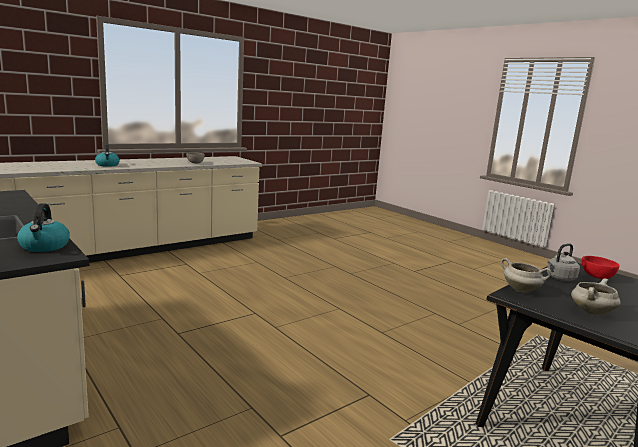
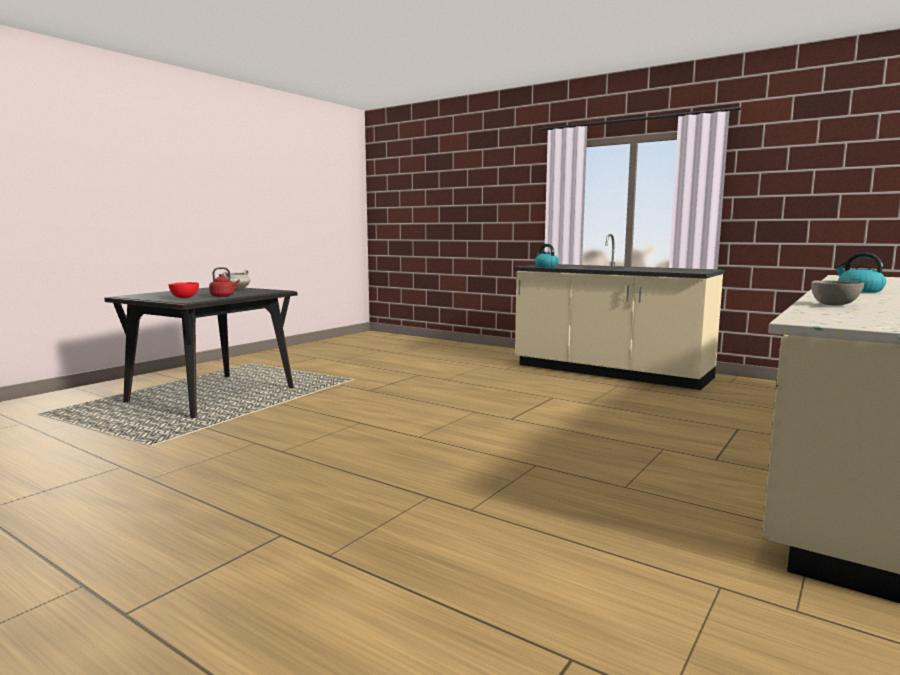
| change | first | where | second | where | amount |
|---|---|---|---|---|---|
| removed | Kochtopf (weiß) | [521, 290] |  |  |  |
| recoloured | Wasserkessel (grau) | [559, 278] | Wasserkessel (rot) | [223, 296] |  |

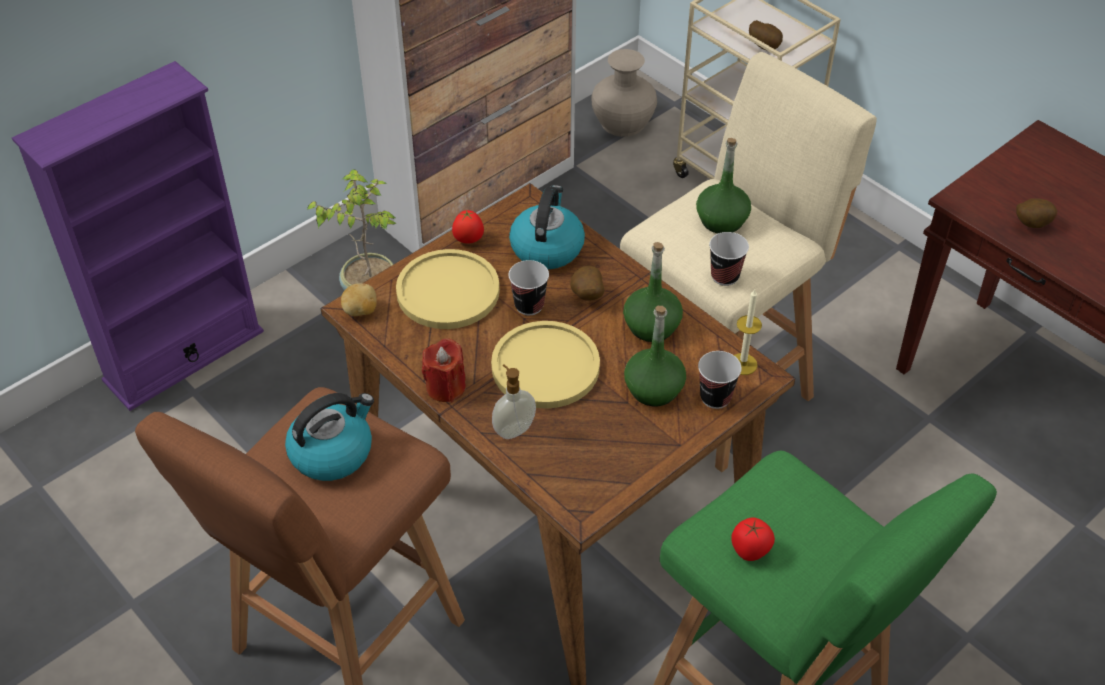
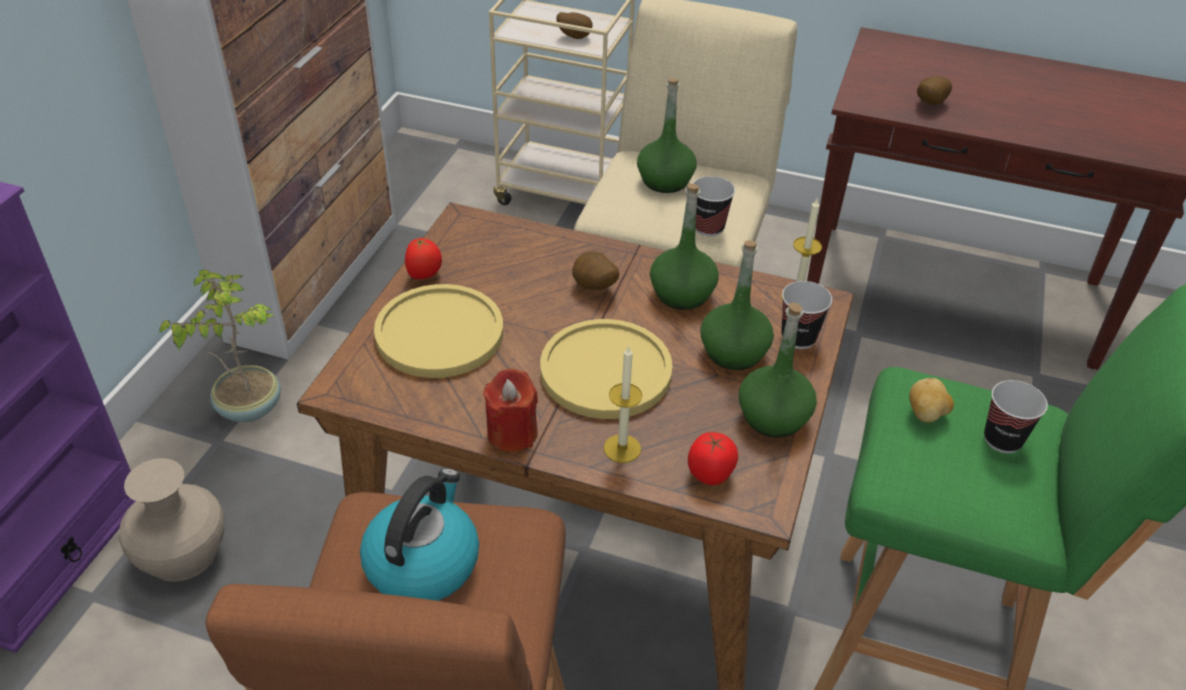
| change | first | where | second | where | amount |
|---|---|---|---|---|---|
| moved | Kartoffel | [360, 311] |  | [926, 414] |  |
| replaced | Seifenspender | [513, 429] | Kerze | [622, 448] |  |
| removed | Wasserkessel | [547, 247] |  |  |  |
| moved | Tasse | [529, 305] |  | [1002, 439] |  |
| moved | Vase (beige) | [623, 122] |  | [182, 554] |  |
| moved | Tomate | [750, 551] |  | [710, 474] |  |
| added |  |  | Flasche (grün) | [773, 417] |  |

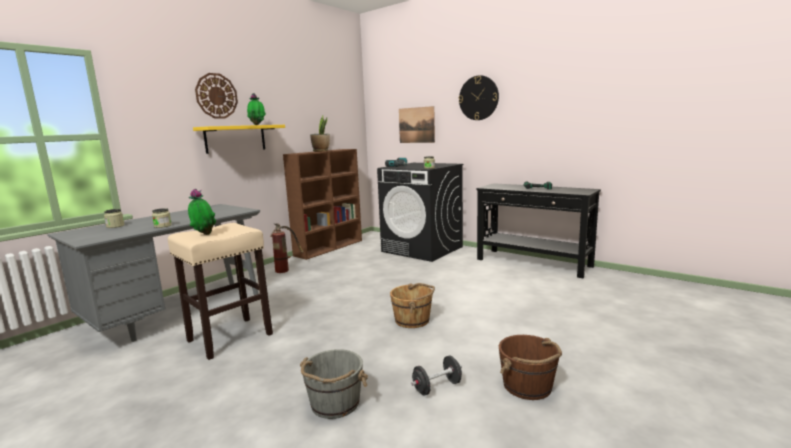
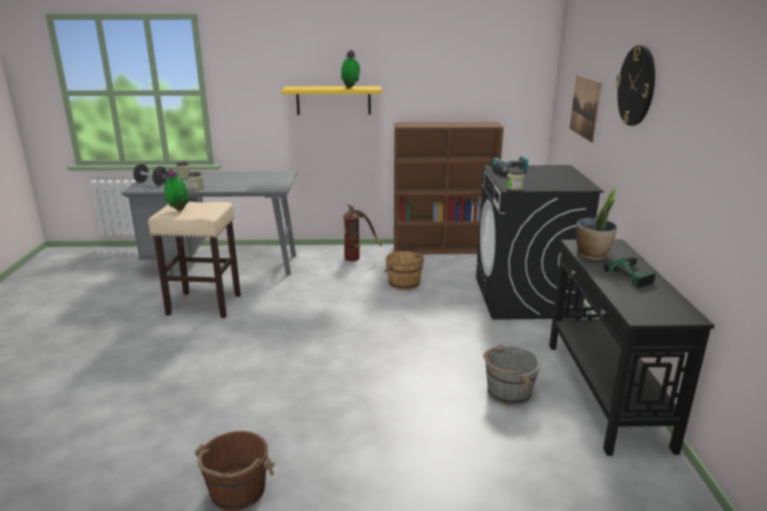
| change | first | where | second | where | amount |
|---|---|---|---|---|---|
| removed | Wanduhr | [216, 96] |  |  |  |
| moved | Eimer (grau) | [334, 403] |  | [508, 392] |  |
| moved | Topfpflanze | [321, 151] |  | [592, 255] |  |
| moved | Eimer (braun) | [413, 320] |  | [404, 283] |  |
| moved | Hantel (schwarz) | [437, 387] |  | [151, 183] |  |

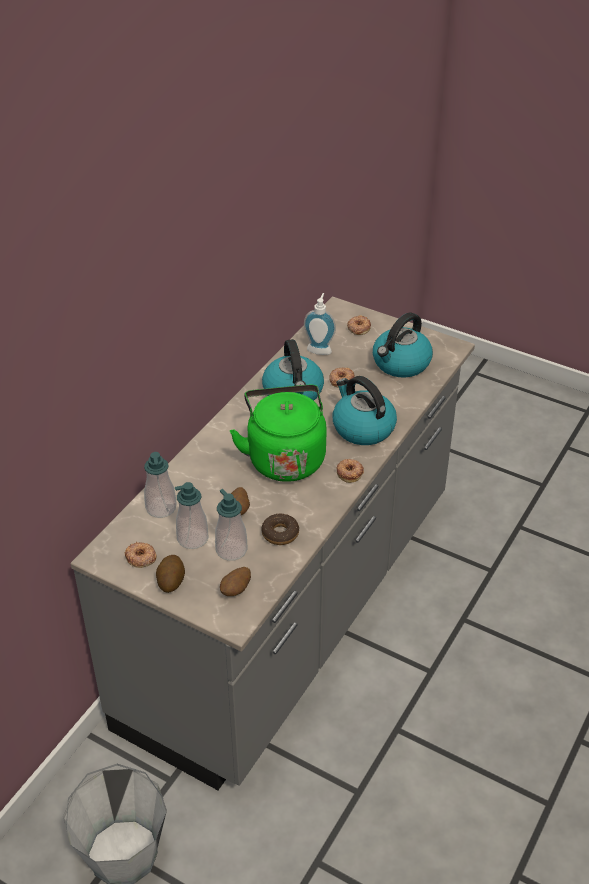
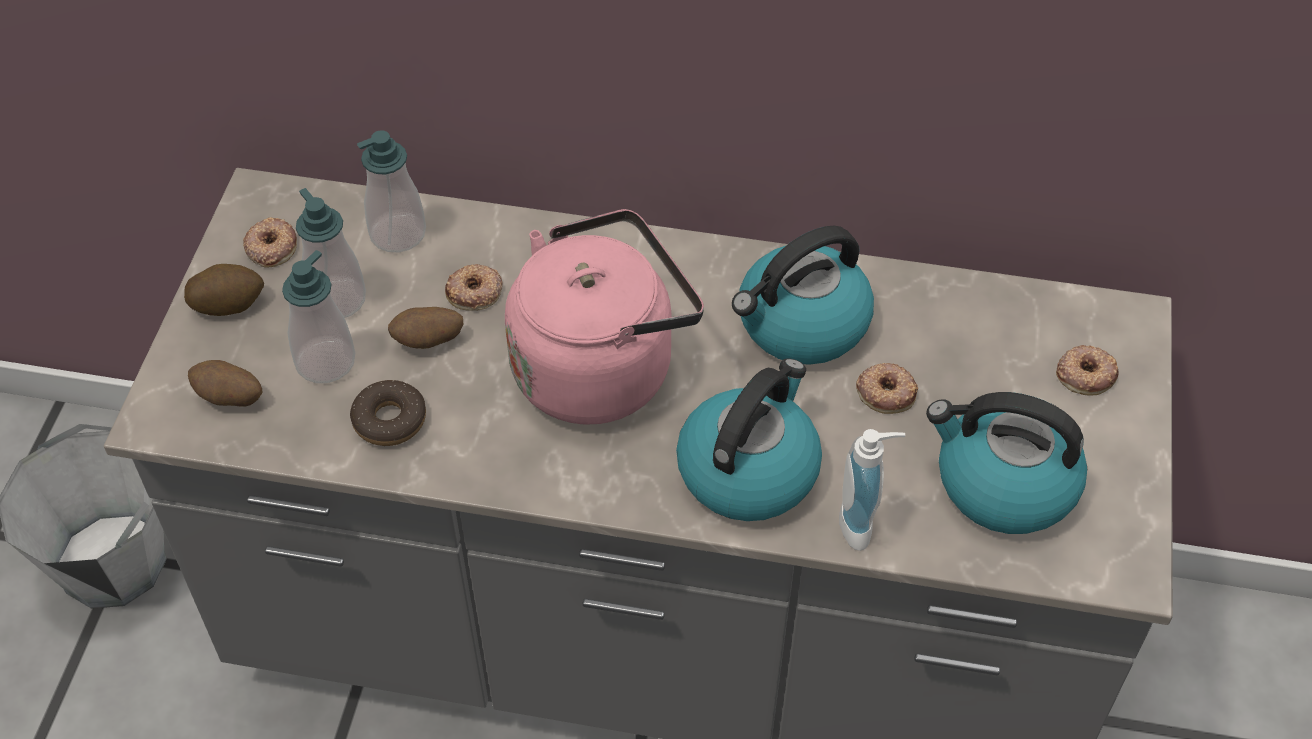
| change | first | where | second | where | amount |
|---|---|---|---|---|---|
| recoloured | Wasserkessel (grün) | [284, 457] | Wasserkessel (rosa) | [601, 366] |  |
| moved | Seifenspender | [320, 349] |  | [862, 523] |  |
| moved | Donut | [350, 472] |  | [475, 292] |  |

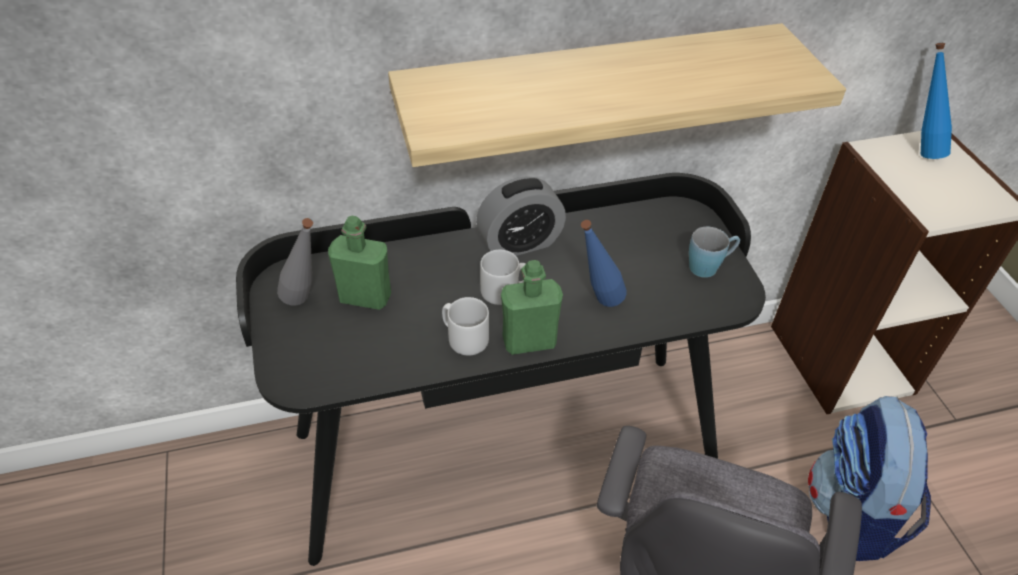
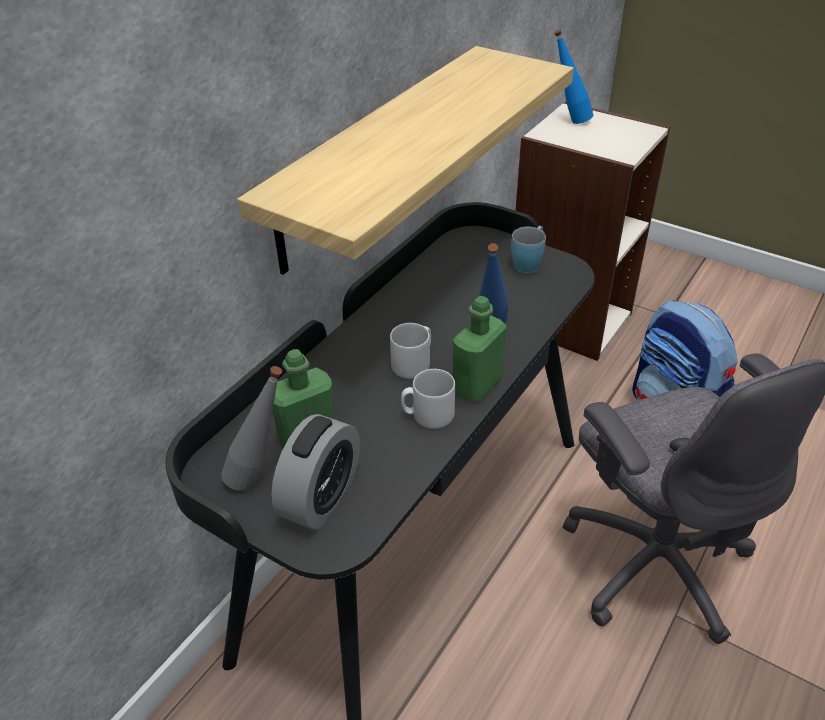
| change | first | where | second | where | amount |
|---|---|---|---|---|---|
| moved | Wecker | [520, 243] |  | [321, 498] |  |

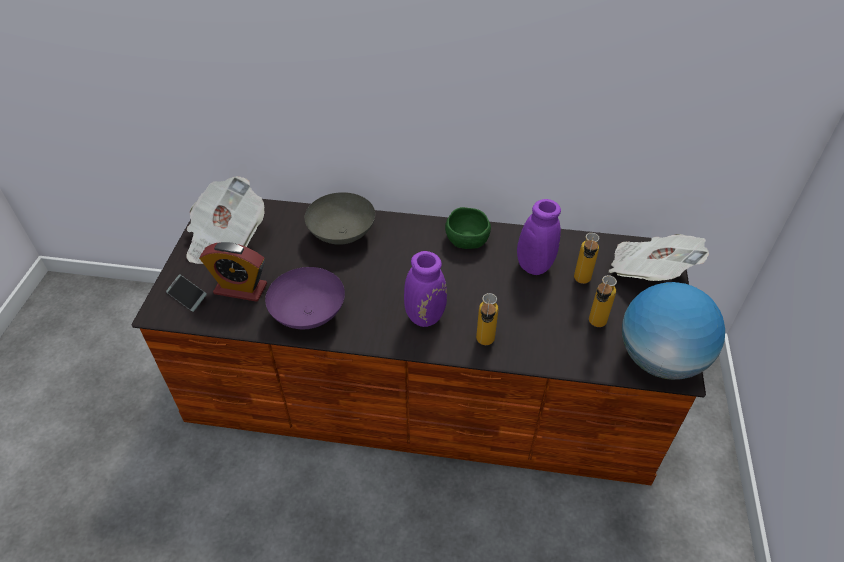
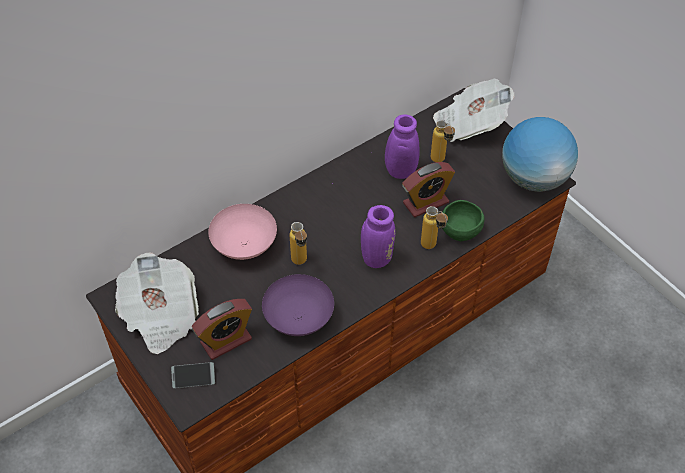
| change | first | where | second | where | amount |
|---|---|---|---|---|---|
| recoloured | Schüssel (grau) | [343, 234] | Schüssel (rosa) | [245, 244] |  |
| moved | Schüssel (grün) | [467, 239] |  | [462, 229] |  |
| moved | Flasche | [595, 326] |  | [300, 264] |  |
| added |  |  | Wecker | [426, 203] |  |

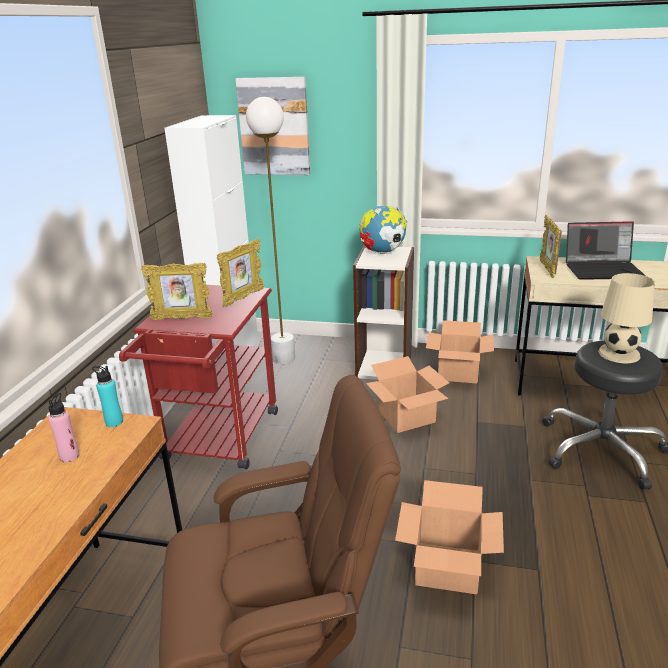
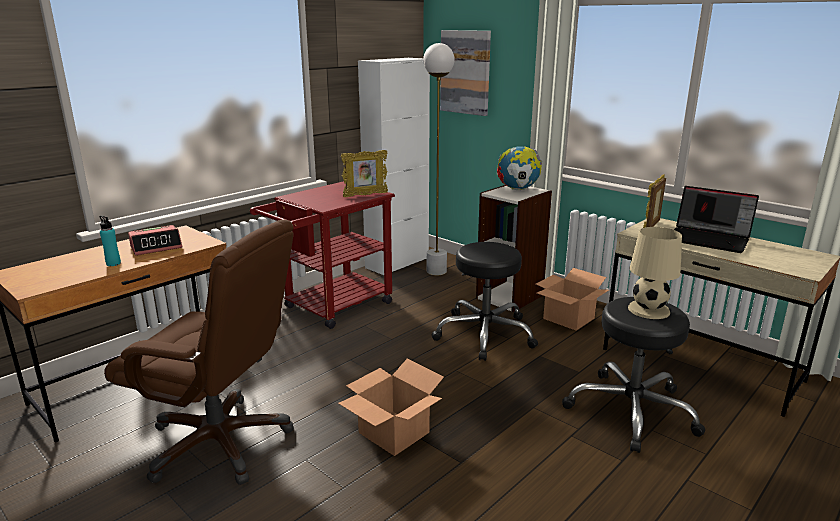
| change | first | where | second | where | amount |
|---|---|---|---|---|---|
| replaced | Flasche (rosa) | [69, 456] | Wecker | [156, 247] |  |
| moved | Flasche (türkis) | [114, 422] |  | [113, 263] |  |
| removed | Bilderrahmen | [182, 318] |  |  |  |
| replaced | Karton | [407, 416] | Hocker (schwarz) | [485, 334] |  |

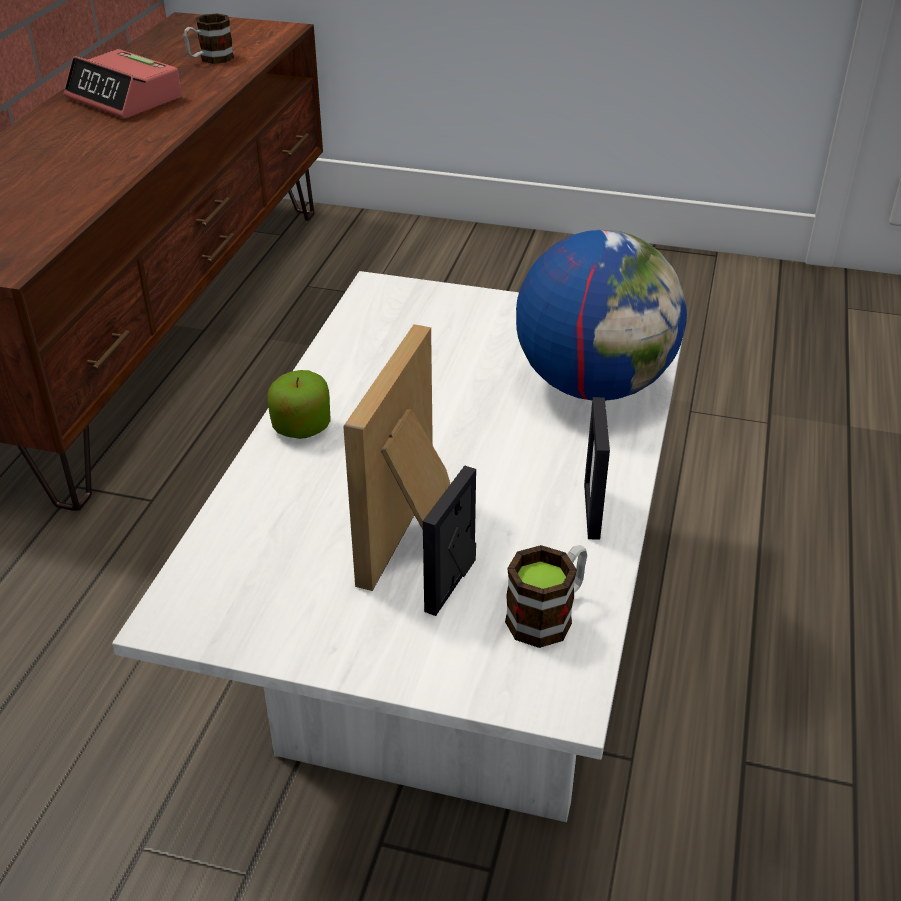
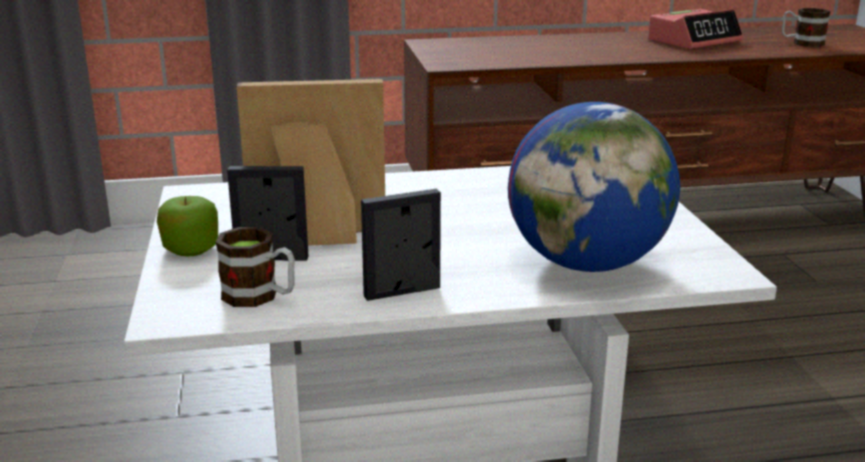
| change | first | where | second | where | amount |
|---|---|---|---|---|---|
| turned | Wecker | [125, 98] |  | [694, 41] | 135 degrees counterclockwise |
| moved | Apfel | [301, 427] |  | [191, 249] |  |

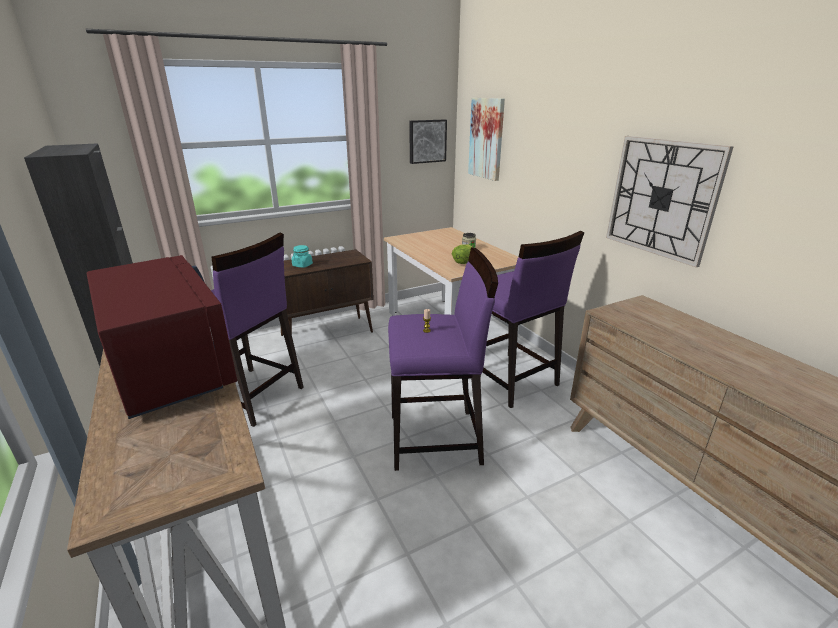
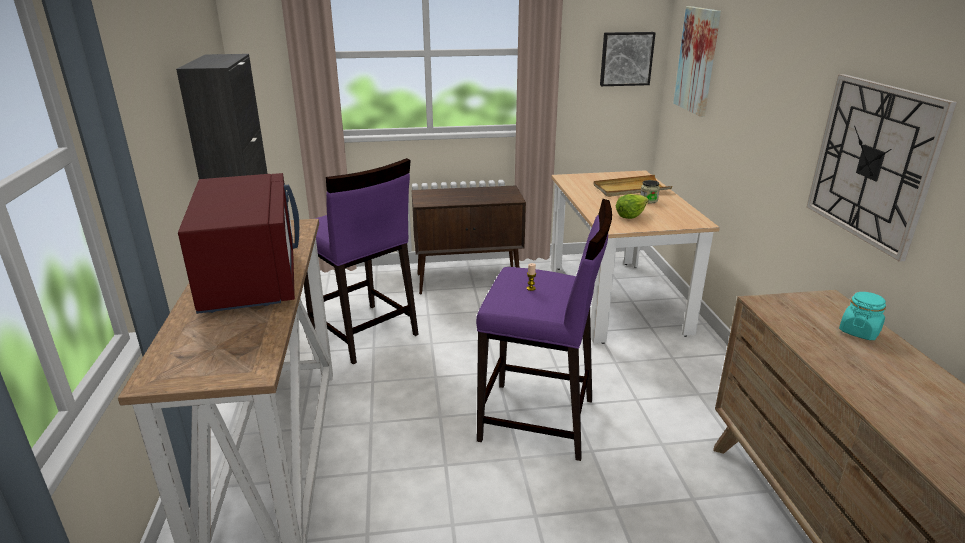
| change | first | where | second | where | amount |
|---|---|---|---|---|---|
| moved | Vorratsglas (türkis) | [302, 265] |  | [859, 331] |  |
| removed | Hocker (lila) | [510, 379] |  |  |  |
| added |  |  | Tablett (beige) | [631, 189] |  |

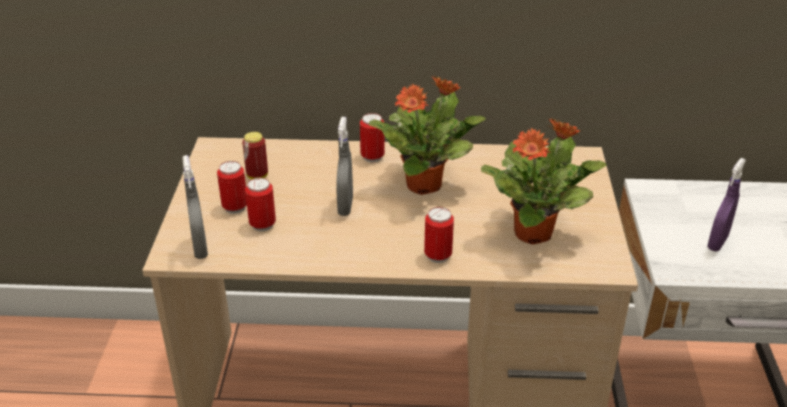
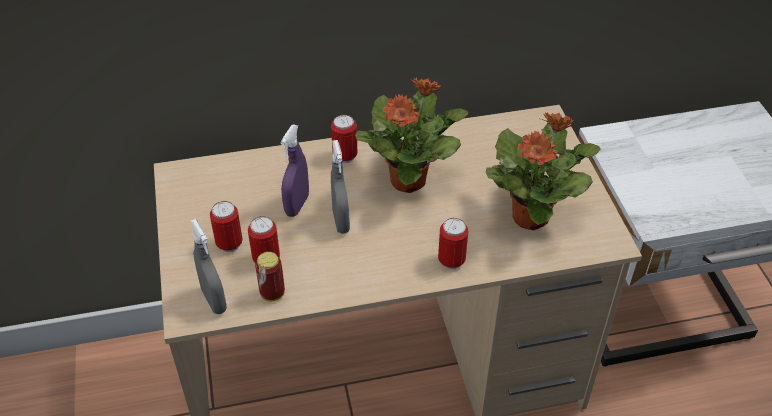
| change | first | where | second | where | amount |
|---|---|---|---|---|---|
| moved | Dose | [257, 176] |  | [272, 294] |  |
| moved | Sprühflasche (lila) | [717, 243] |  | [297, 205] |  |

